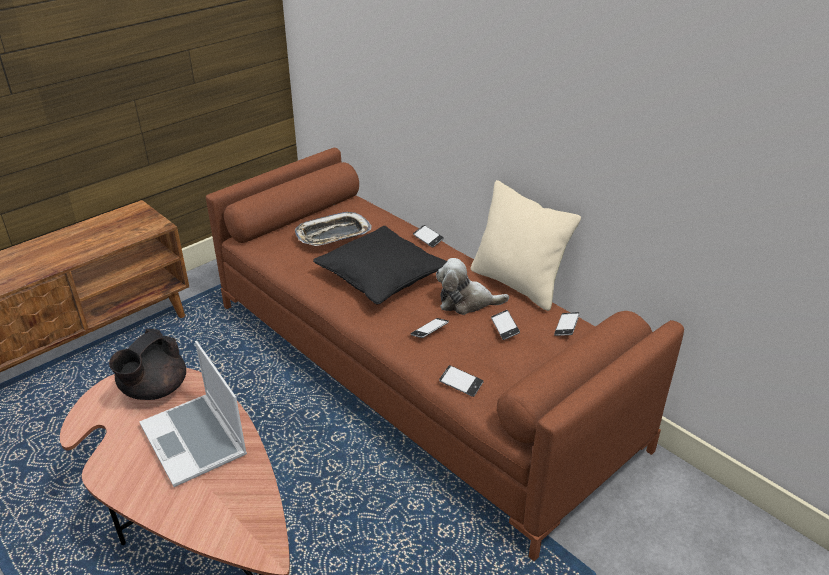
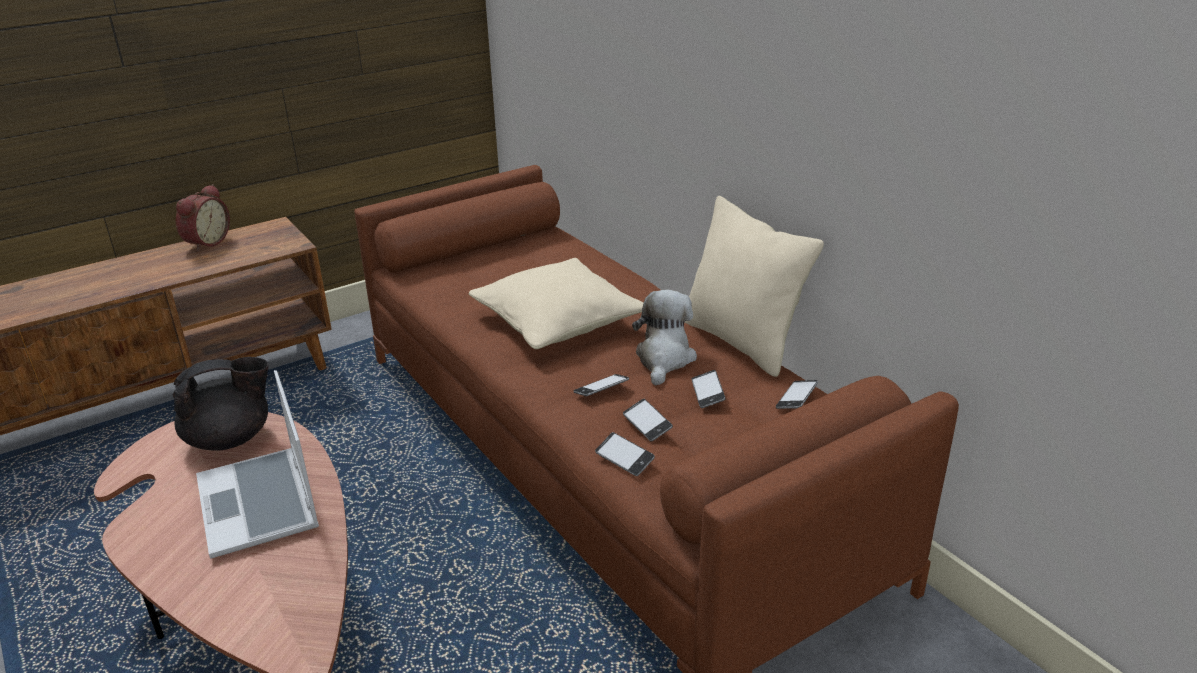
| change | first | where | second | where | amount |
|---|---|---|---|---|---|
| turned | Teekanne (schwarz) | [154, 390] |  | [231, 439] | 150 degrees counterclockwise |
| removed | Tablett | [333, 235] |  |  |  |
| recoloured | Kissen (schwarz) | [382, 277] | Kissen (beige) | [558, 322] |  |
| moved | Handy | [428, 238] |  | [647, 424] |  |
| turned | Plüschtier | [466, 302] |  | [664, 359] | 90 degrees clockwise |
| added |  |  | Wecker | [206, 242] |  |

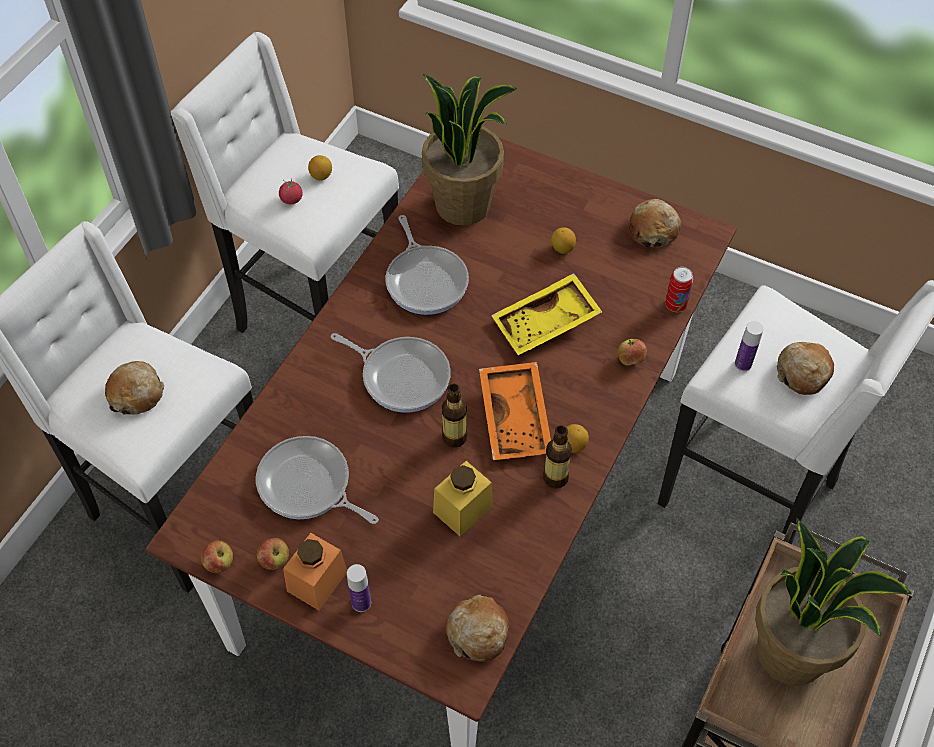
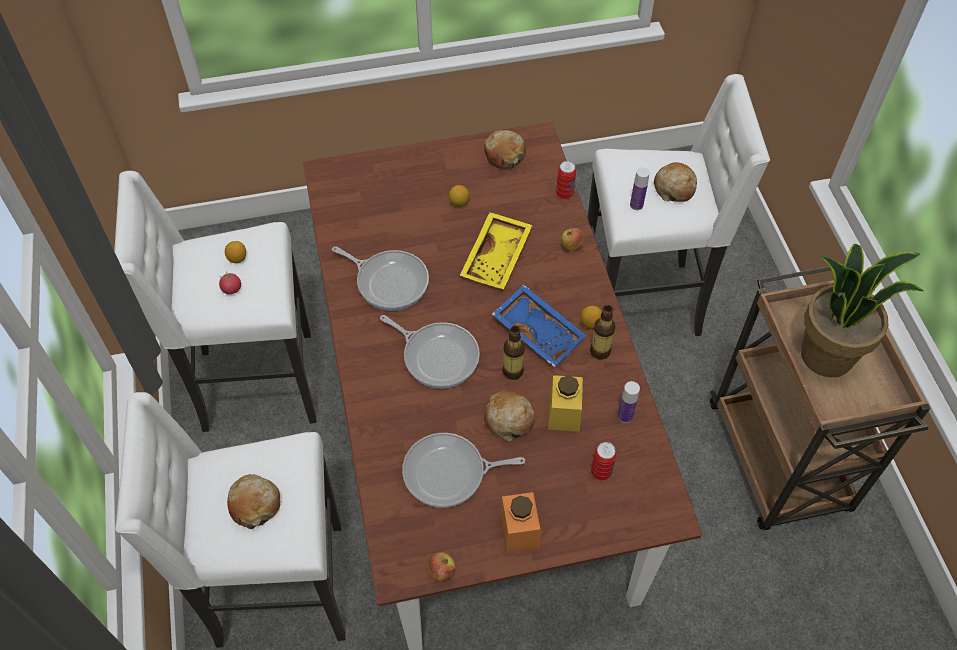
| change | first | where | second | where | amount |
|---|---|---|---|---|---|
| removed | Apfel | [274, 560] |  |  |  |
| turned | Pfanne | [402, 376] |  | [438, 356] | 45 degrees clockwise |
| moved | Flasche | [361, 603] |  | [625, 416] |  |
| removed | Topfpflanze | [464, 204] |  |  |  |
| moved | Brot | [478, 633] |  | [509, 419] |  |
| recoloured | Tablett (orange) | [517, 418] | Tablett (blau) | [539, 331] |  |
| added |  |  | Dose | [601, 472] |  |

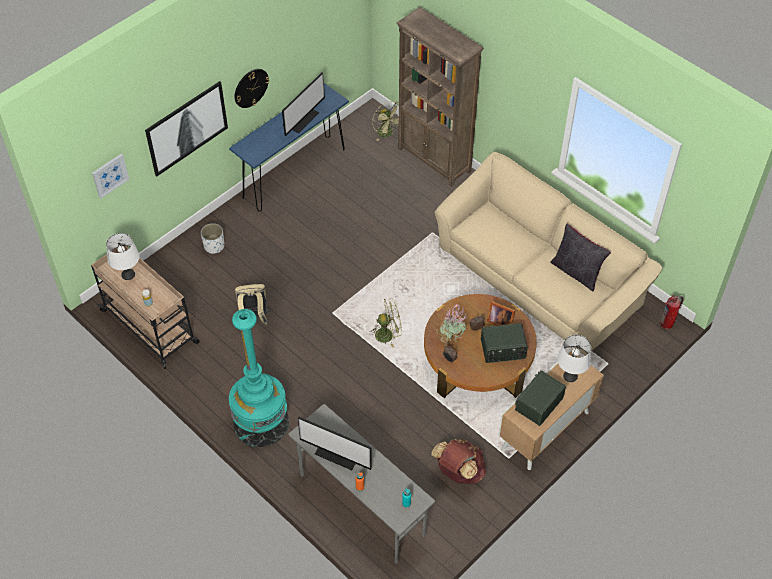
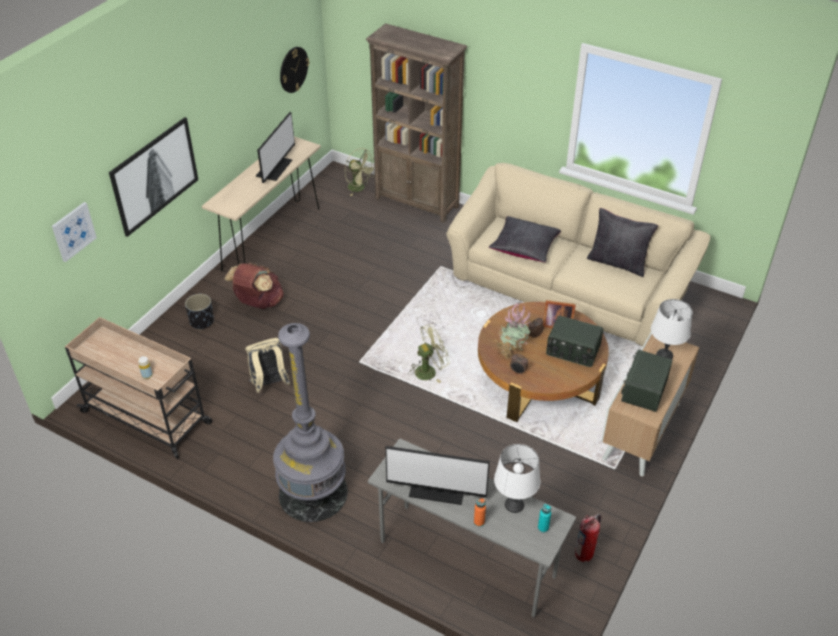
| change | first | where | second | where | amount |
|---|---|---|---|---|---|
| moved | Tischlampe (weiß) | [128, 274] |  | [513, 504] |  |
| recoloured | Pflanzkübel (weiß) | [214, 246] | Pflanzkübel (schwarz) | [202, 321] |  |
| recoloured | Konsolentisch (blau) | [294, 173] | Konsolentisch (beige) | [271, 238] |  |
| recoloured | Stehlampe (türkis) | [261, 422] | Stehlampe (grau) | [313, 493] |  |
| moved | Wanduhr | [251, 88] |  | [293, 69] |  |
| moved | Rucksack (braun) | [458, 472] |  | [258, 303] |  |
| turned | Radio | [503, 350] |  | [572, 351] | 45 degrees clockwise |
| moved | Feuerlöscher | [667, 324] |  | [584, 554] |  |
| added |  |  | Kissen (schwarz) | [524, 246] |  |

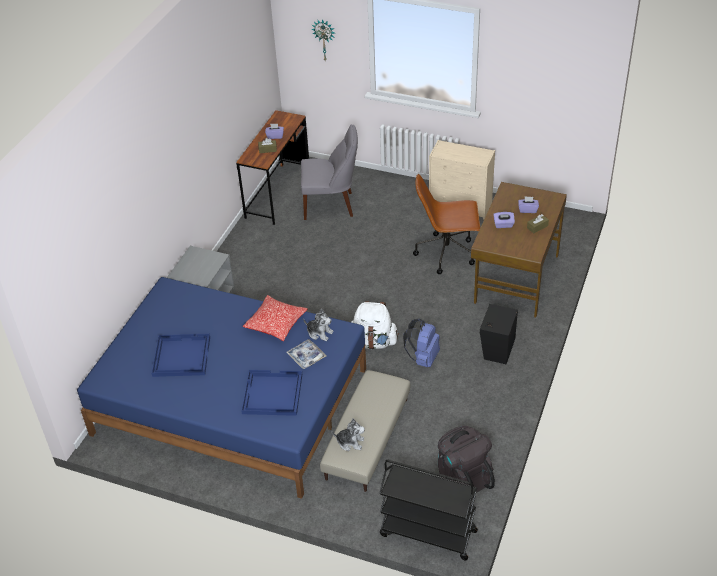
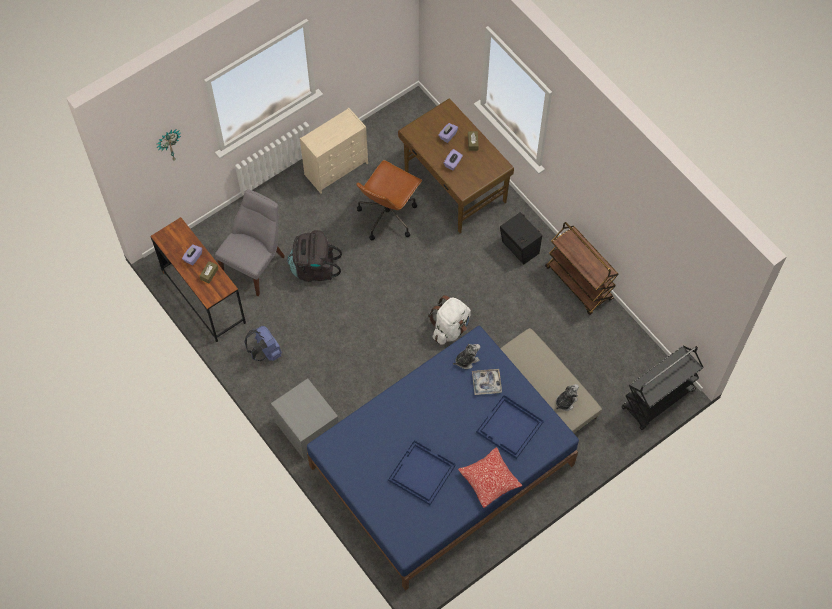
| change | first | where | second | where | amount |
|---|---|---|---|---|---|
| moved | Kissen | [276, 324] |  | [489, 480] |  |
| moved | Rucksack (blau) | [423, 358] |  | [265, 352] |  |
| moved | Rucksack (schwarz) | [463, 477] |  | [314, 268] |  |
| added |  |  | Rollwagen (braun) | [579, 283] |  |

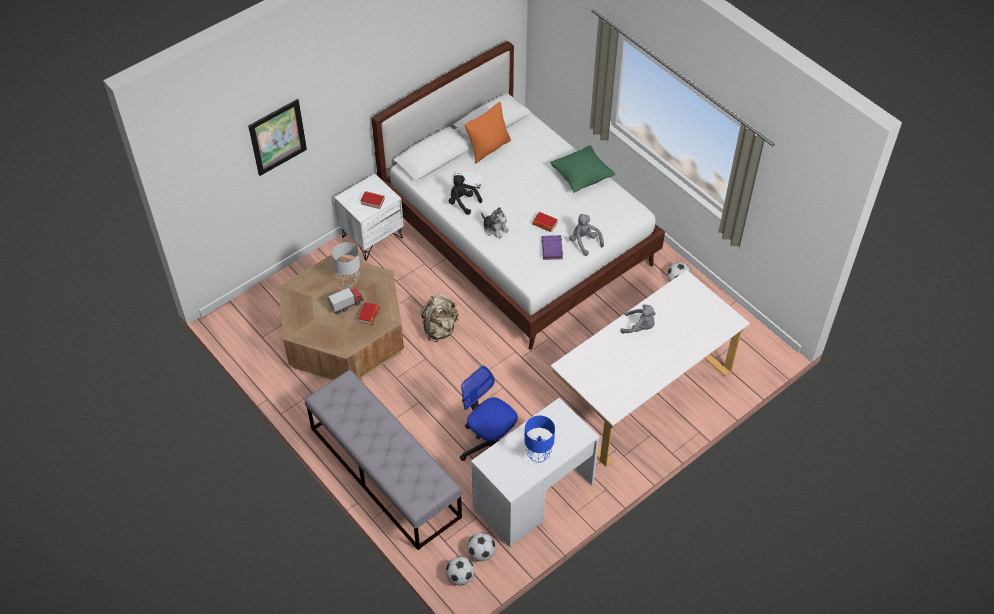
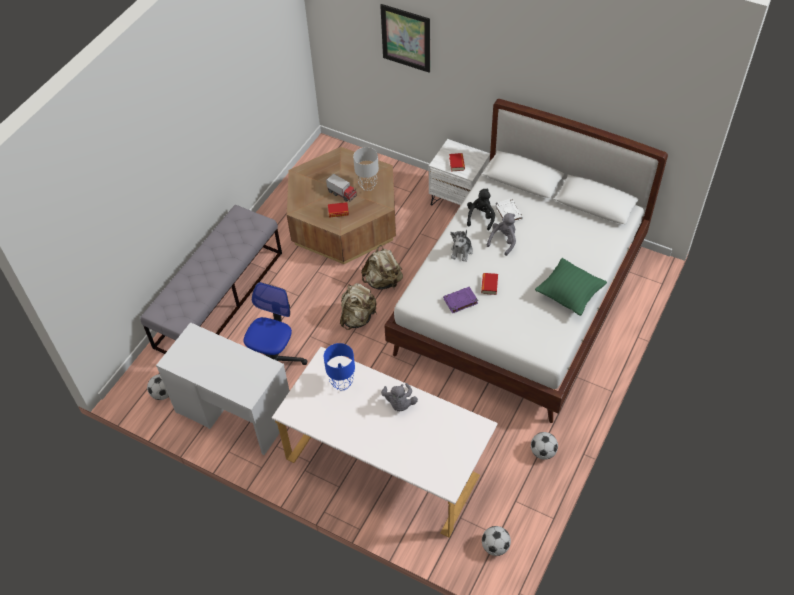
| change | first | where | second | where | amount |
|---|---|---|---|---|---|
| moved | Fußball | [460, 577] |  | [495, 546] |  |
| removed | Kissen (orange) | [488, 148] |  |  |  |
| moved | Tischlampe (blau) | [538, 456] |  | [342, 384] |  |
| moved | Plüschtier (grau) | [584, 242] |  | [503, 241] |  |
| added |  |  | Rucksack (beige) | [357, 318] |  |

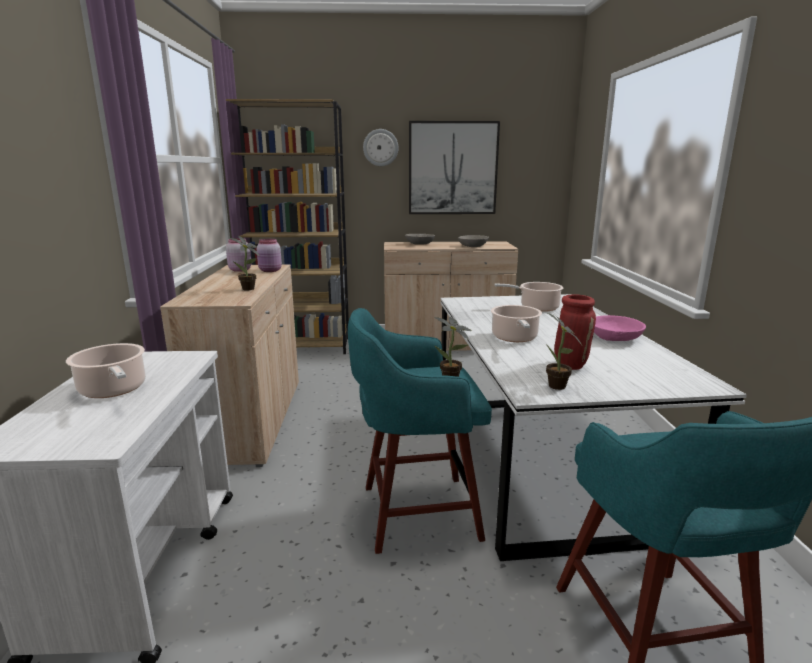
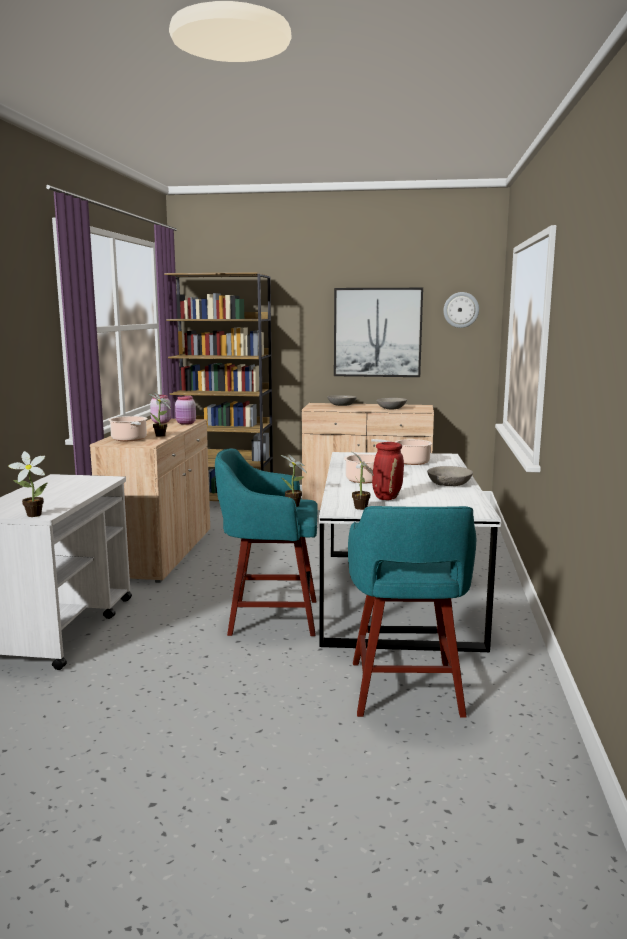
| change | first | where | second | where | amount |
|---|---|---|---|---|---|
| moved | Kochtopf | [113, 390] |  | [129, 439] |  |
| moved | Wanduhr | [380, 147] |  | [461, 310] |  |
| recoloured | Schüssel (rosa) | [615, 337] | Schüssel (grau) | [449, 484] |  |
| added |  |  | Topfpflanze | [31, 515] |  |

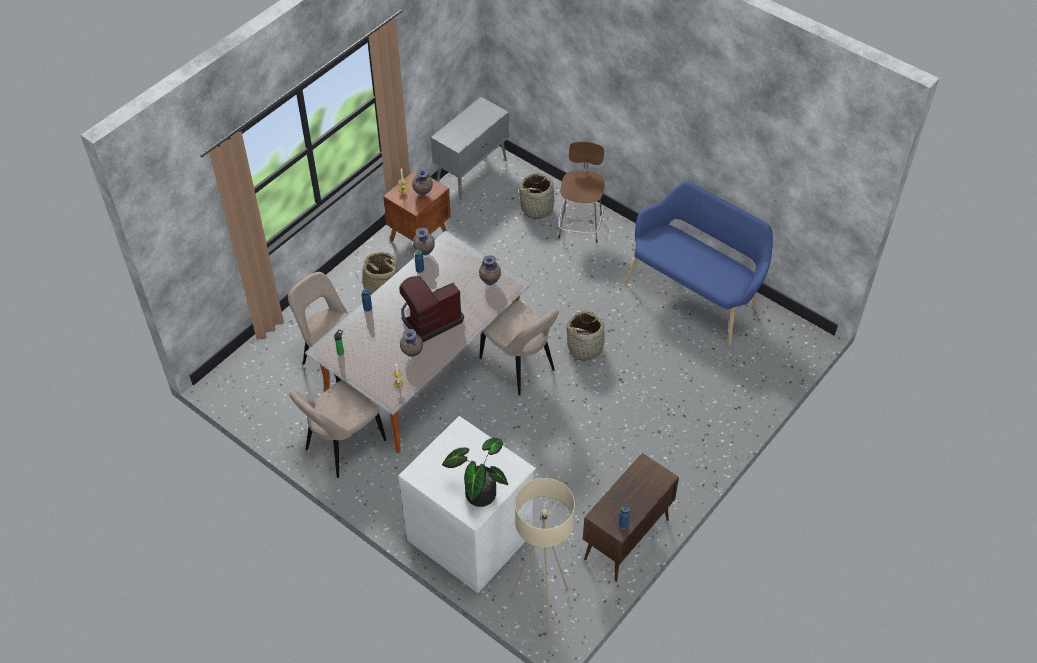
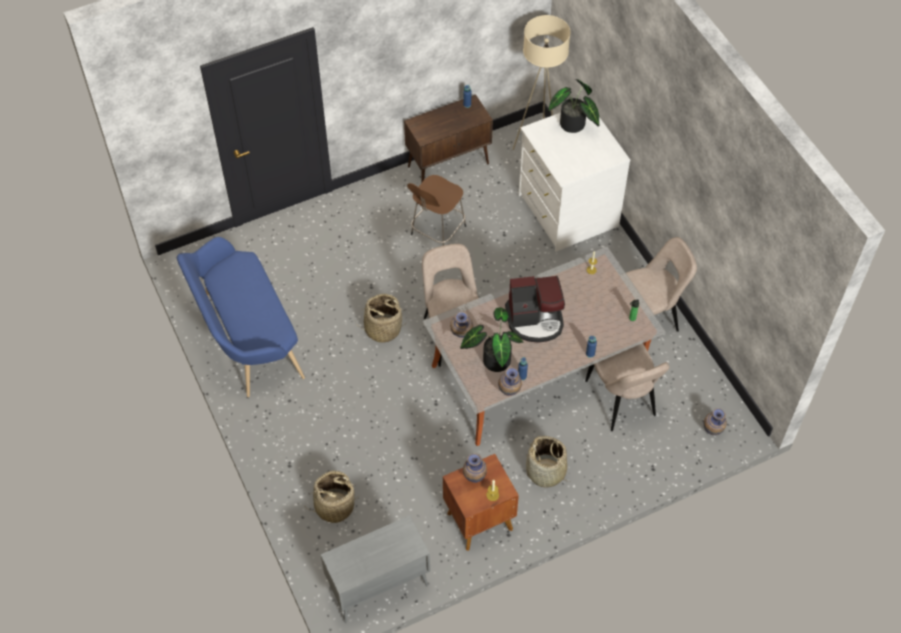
| change | first | where | second | where | amount |
|---|---|---|---|---|---|
| moved | Vase | [412, 355] |  | [712, 431] |  |
| moved | Hocker (braun) | [580, 225] |  | [437, 231] |  |
| added |  |  | Topfpflanze | [493, 359] |  |

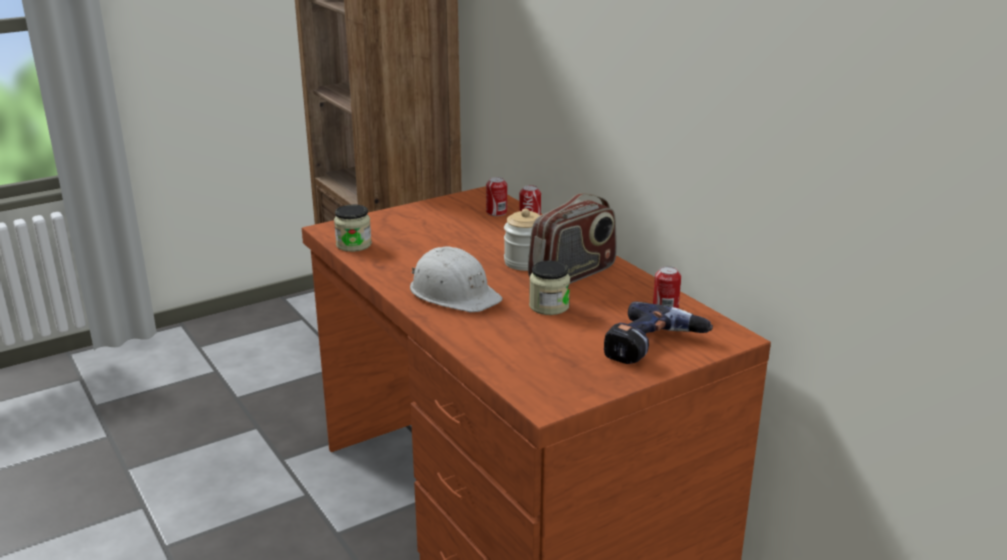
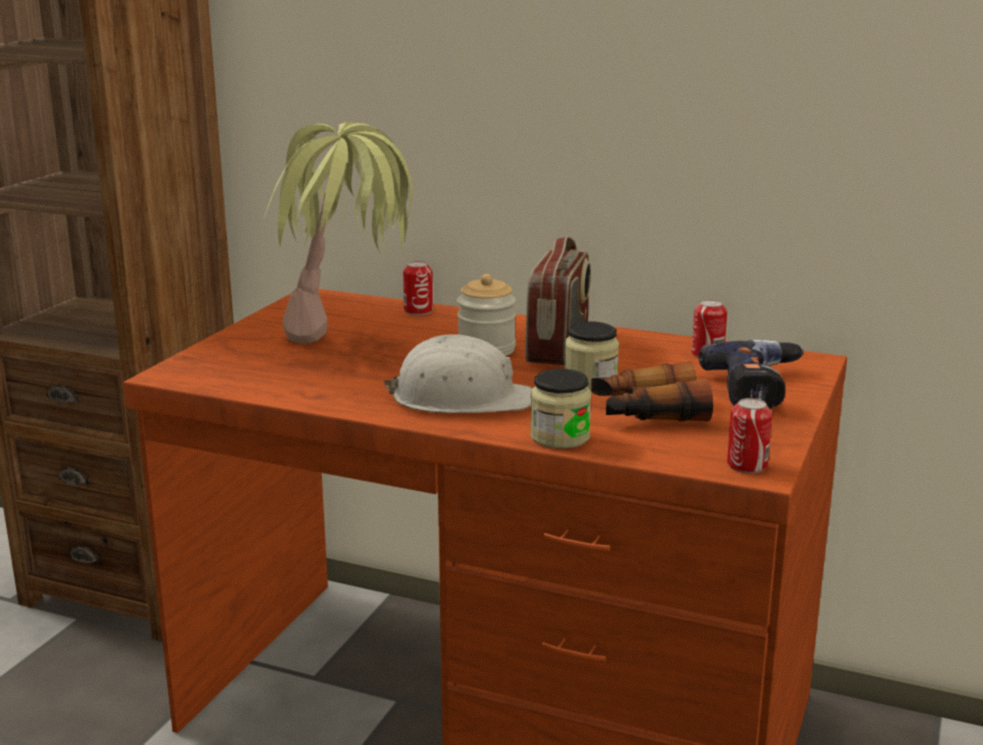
| change | first | where | second | where | amount |
|---|---|---|---|---|---|
| moved | Vorratsglas | [353, 245] |  | [560, 437] |  |
| moved | Dose | [496, 212] |  | [747, 465] |  |
| added |  |  | Topfpflanze | [348, 348] |  |
| added |  |  | Fernglas | [647, 412] |  |

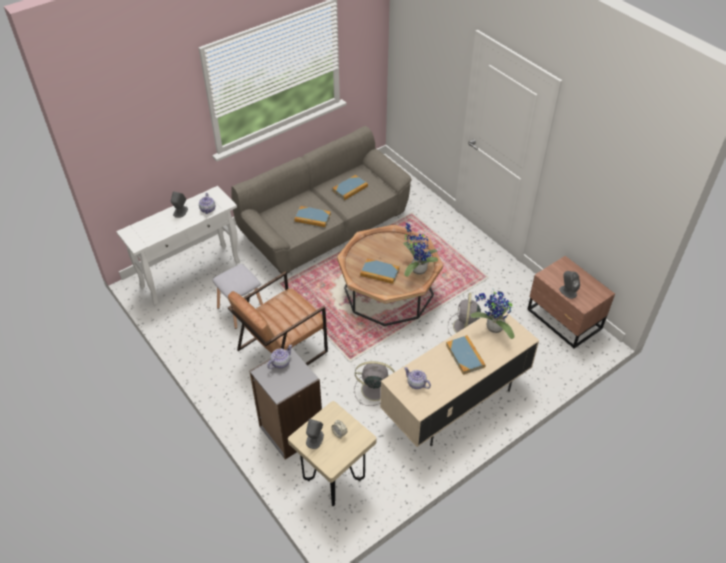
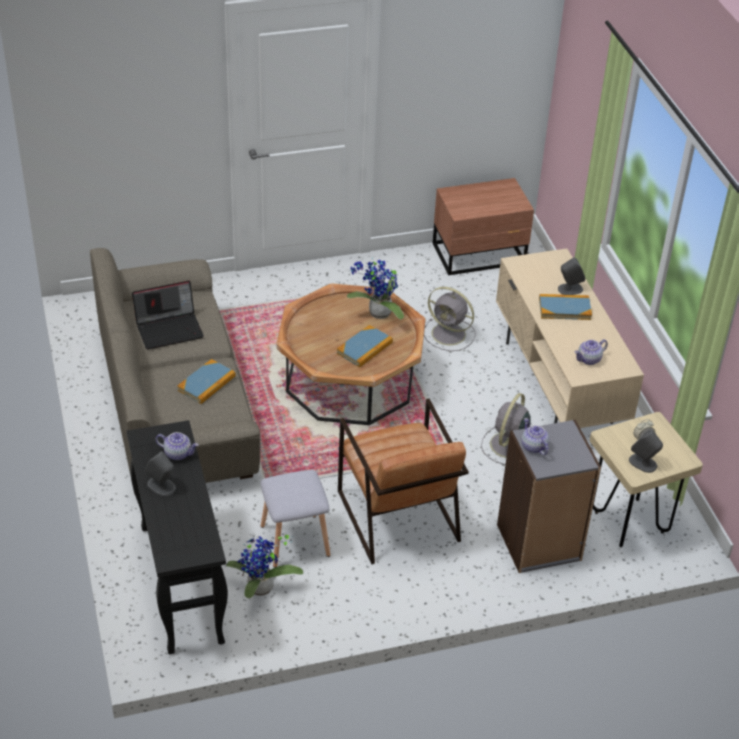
| change | first | where | second | where | amount |
|---|---|---|---|---|---|
| recoloured | Konsolentisch (weiß) | [191, 273] | Konsolentisch (schwarz) | [180, 582] |  |
| replaced | Buch | [350, 188] | Laptop | [170, 329] |  |
| moved | Topfpflanze | [492, 328] |  | [261, 590] |  |
| moved | Lautsprecher (grau) | [567, 291] |  | [570, 289] |  |

